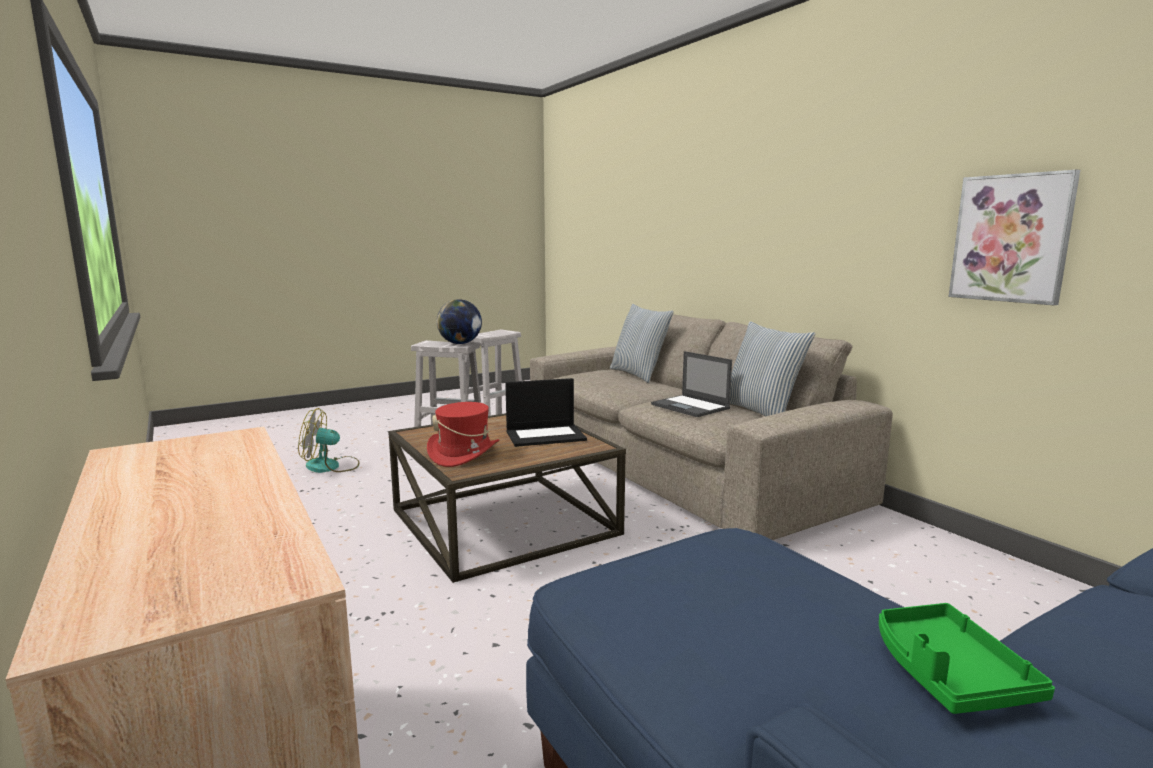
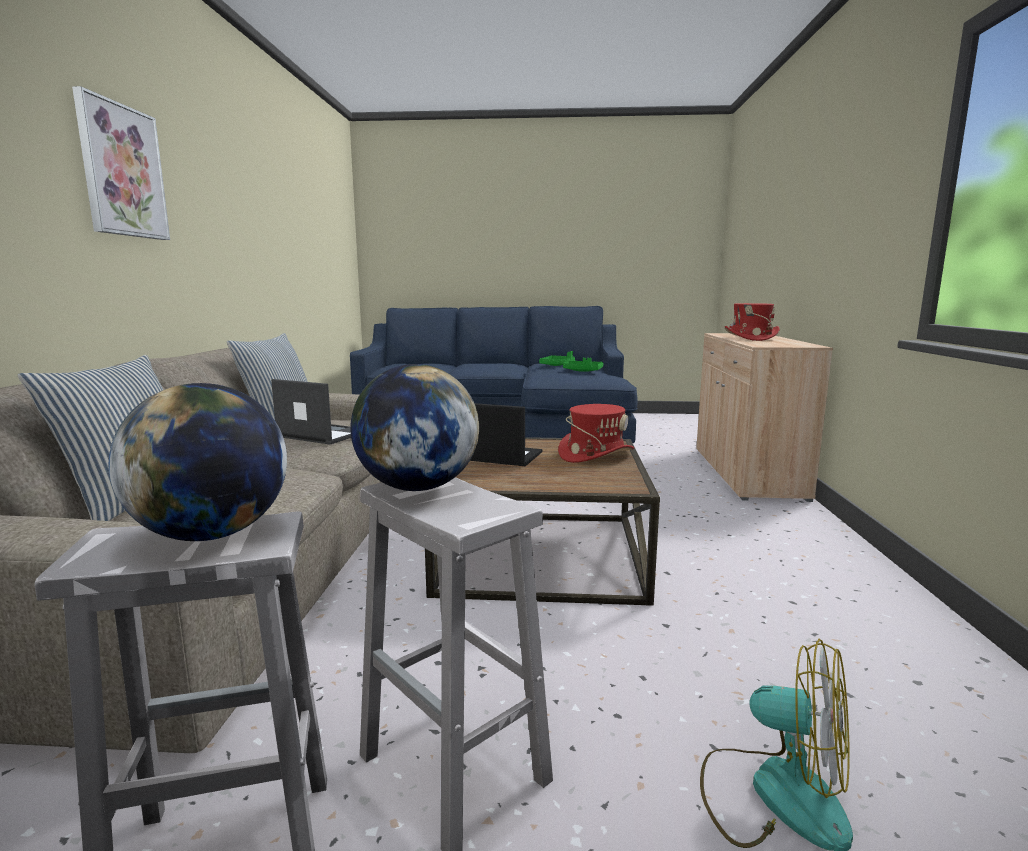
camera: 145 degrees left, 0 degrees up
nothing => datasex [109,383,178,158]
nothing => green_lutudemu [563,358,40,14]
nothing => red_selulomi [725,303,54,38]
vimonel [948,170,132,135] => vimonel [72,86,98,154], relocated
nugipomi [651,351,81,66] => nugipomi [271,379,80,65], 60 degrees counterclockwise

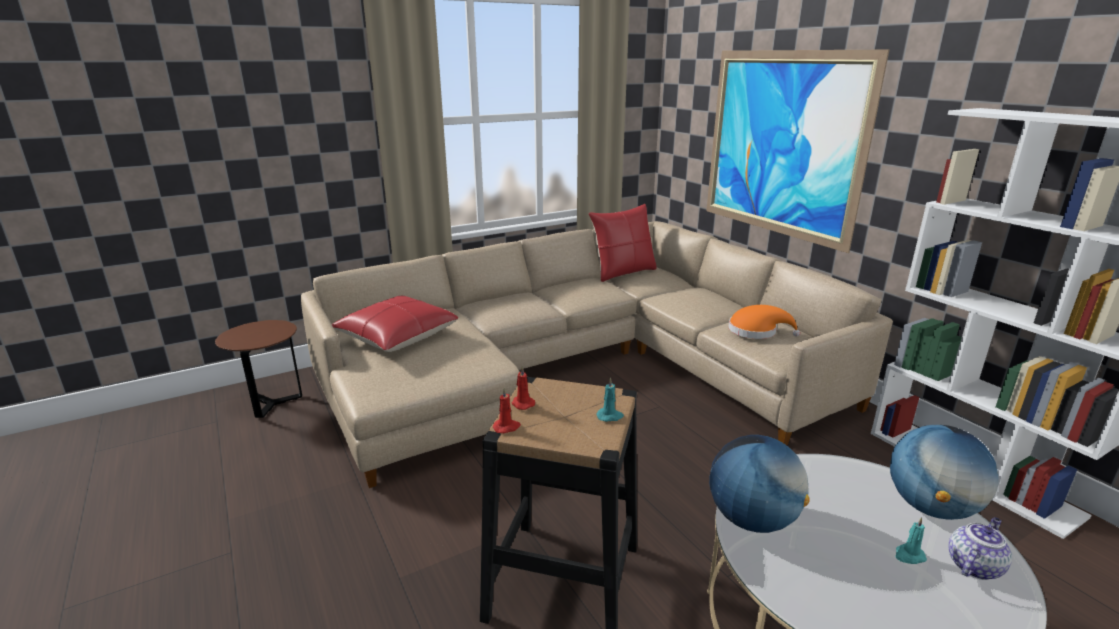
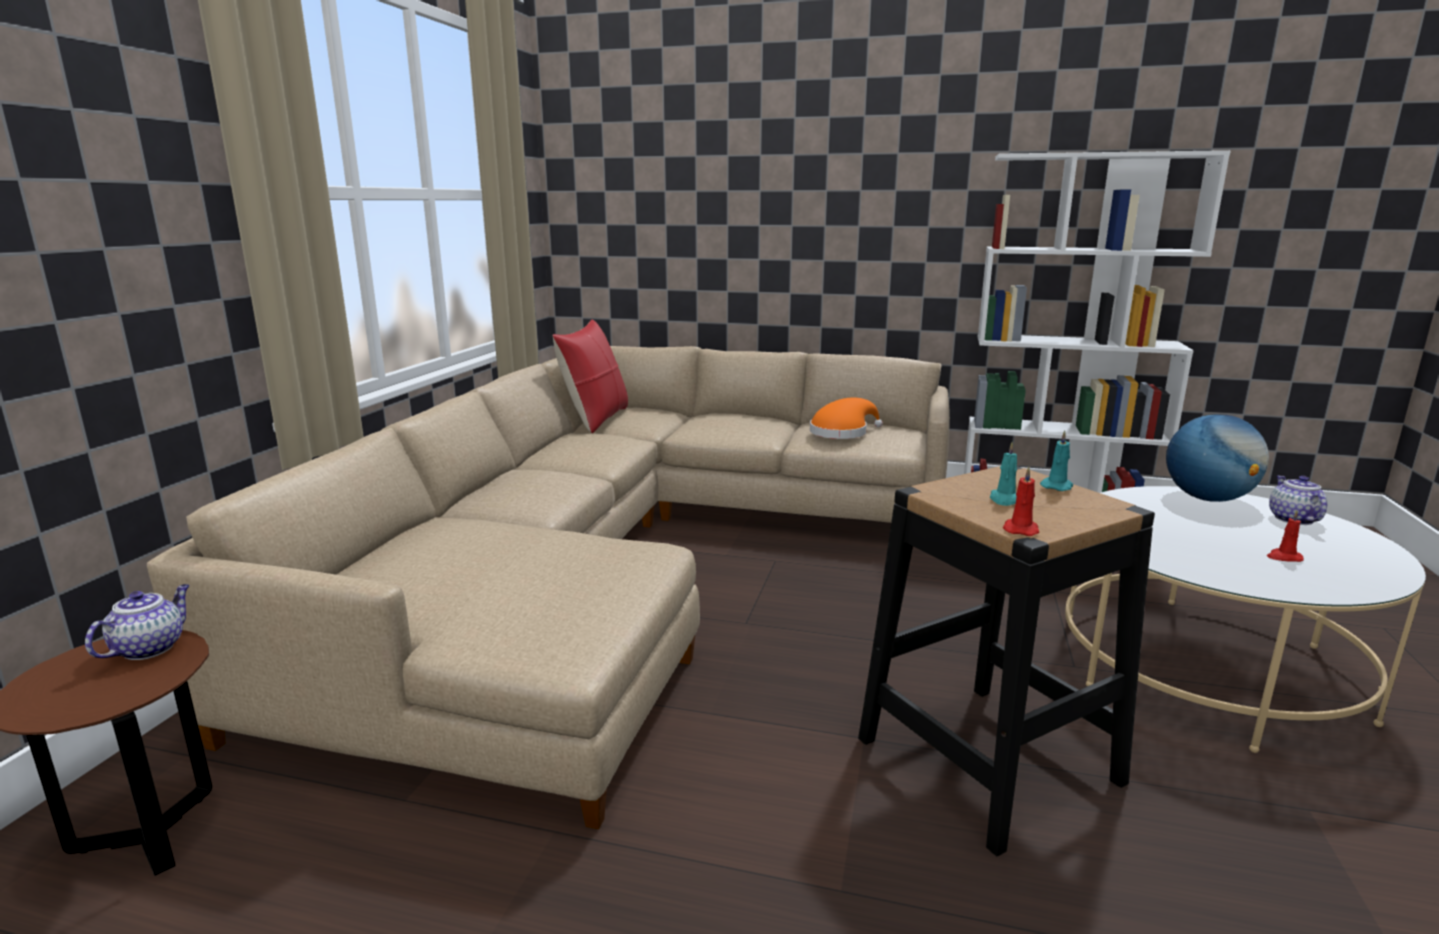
camera: 45 degrees left, 5 degrees down
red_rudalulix [332,296,127,56] => nothing
vimonel [706,50,183,203] => nothing
datasex [709,435,101,98] => nothing
nothing => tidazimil [85,584,105,76]
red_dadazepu [512,367,23,43] => red_dadazepu [1267,510,37,52], relocated
turquoise_dadazepu [895,517,32,47] => turquoise_dadazepu [990,442,27,64], relocated

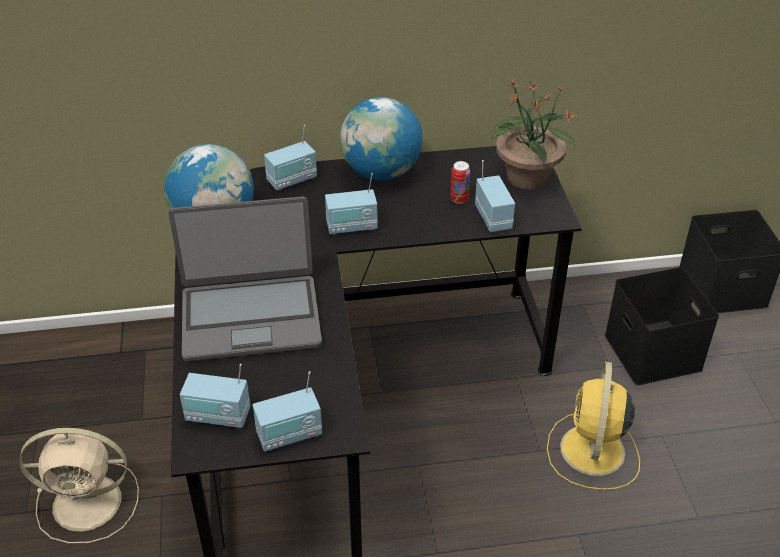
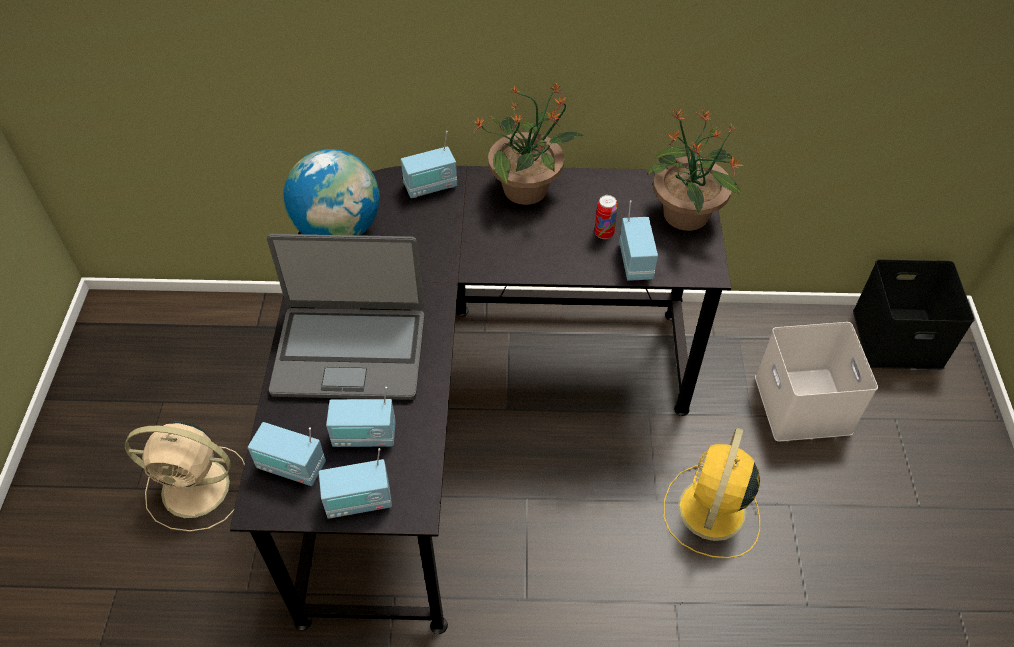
camera: 10 degrees right, 10 degrees up
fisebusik [325,173,53,62] => fisebusik [326,387,70,60], relocated
datasex [340,97,83,84] => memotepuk [473,83,111,122]
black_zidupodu [605,267,114,118] => white_zidupodu [755,322,123,120]

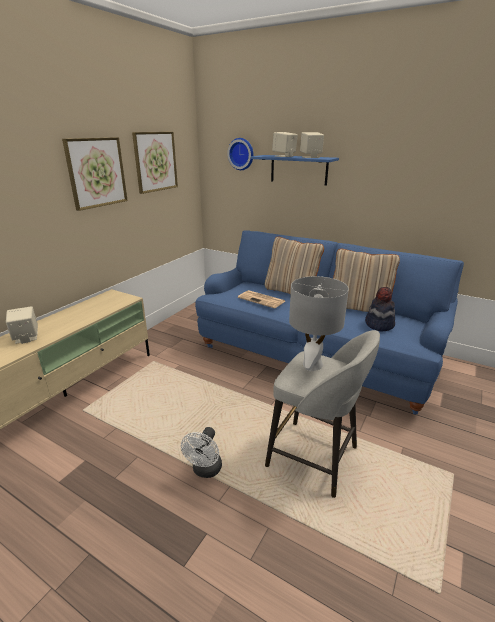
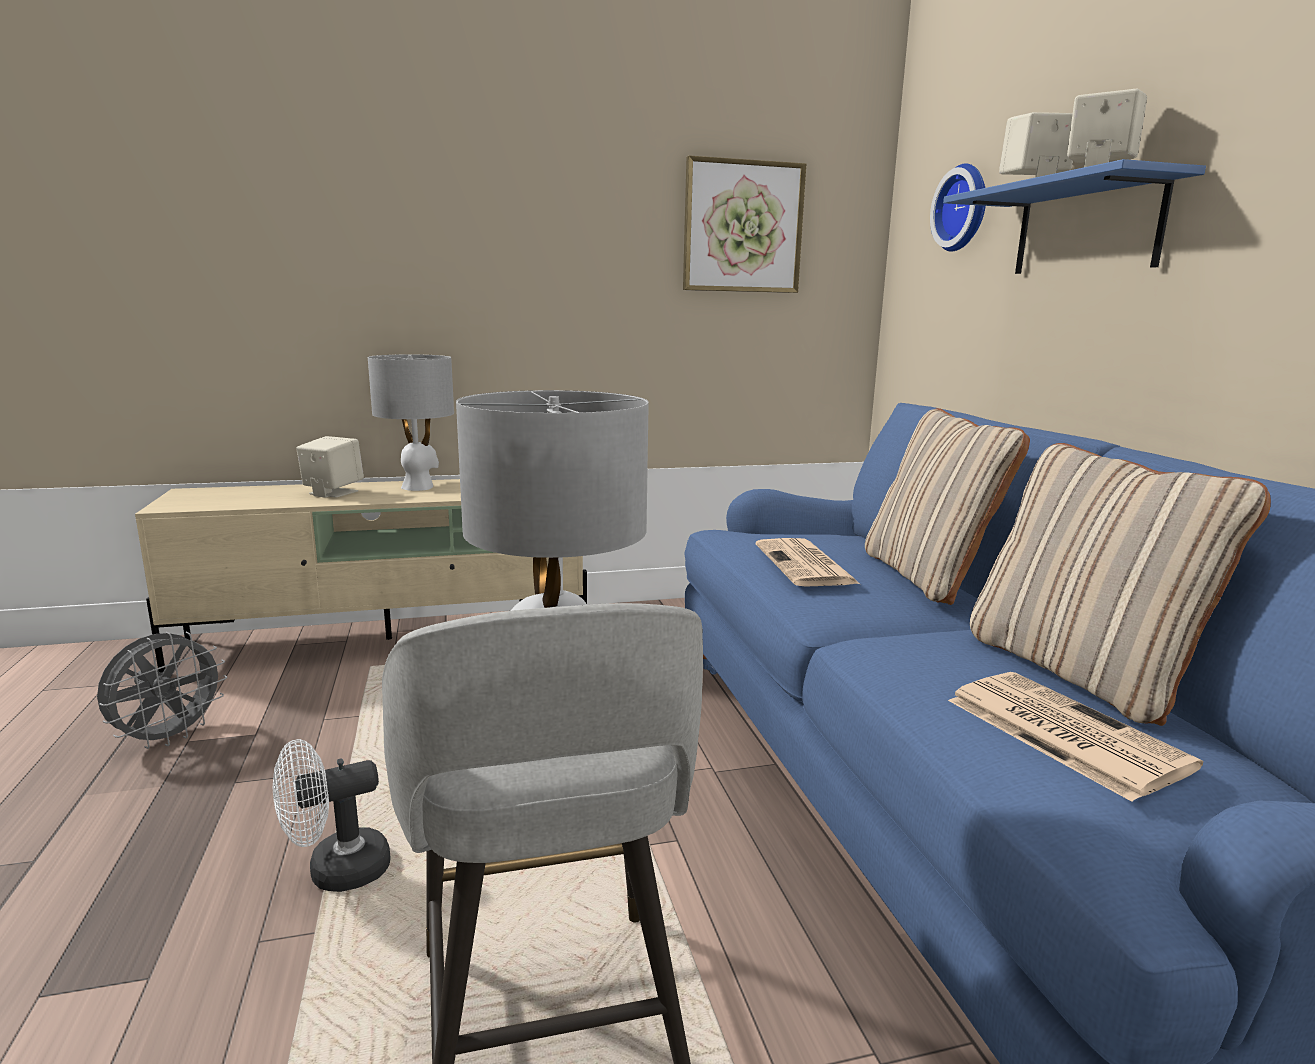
camera: 45 degrees right, 10 degrees down
vimonel [62,137,66,74] => nothing
nothing => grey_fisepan [97,632,130,117]
nothing => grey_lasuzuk [368,354,86,137]
selulomi [365,287,30,44] => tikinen [948,672,255,130]

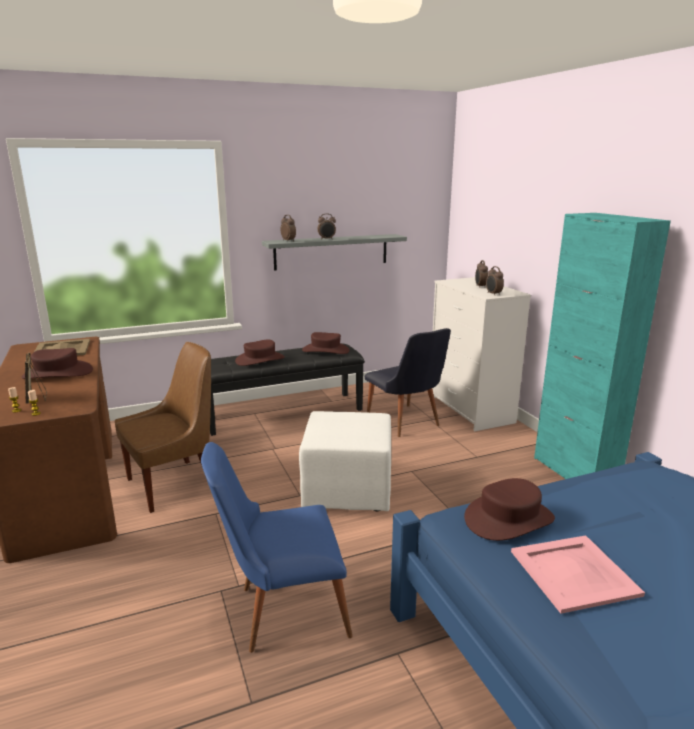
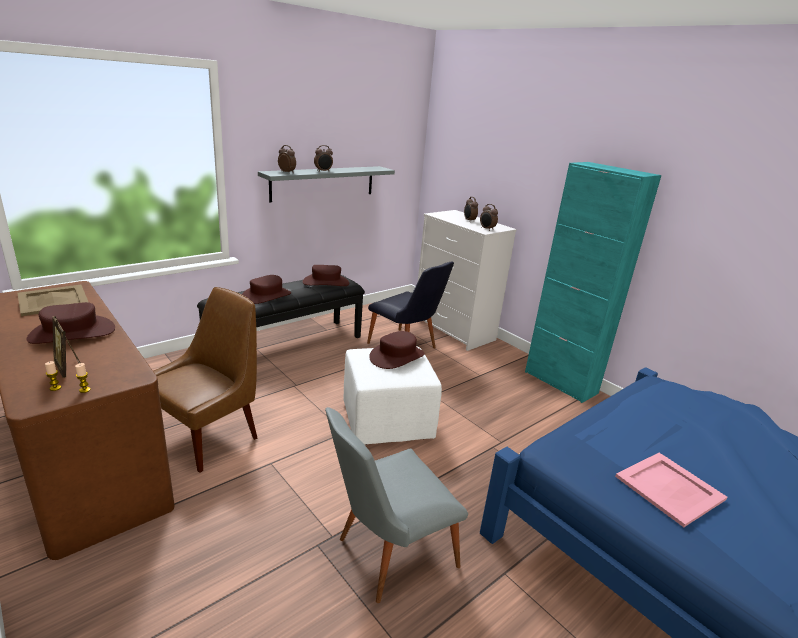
camera: 20 degrees left, 5 degrees up
brown_selulomi [464,478,91,63] => brown_selulomi [369,331,56,38], relocated
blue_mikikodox [201,442,151,211] => grey_mikikodox [325,407,143,196]

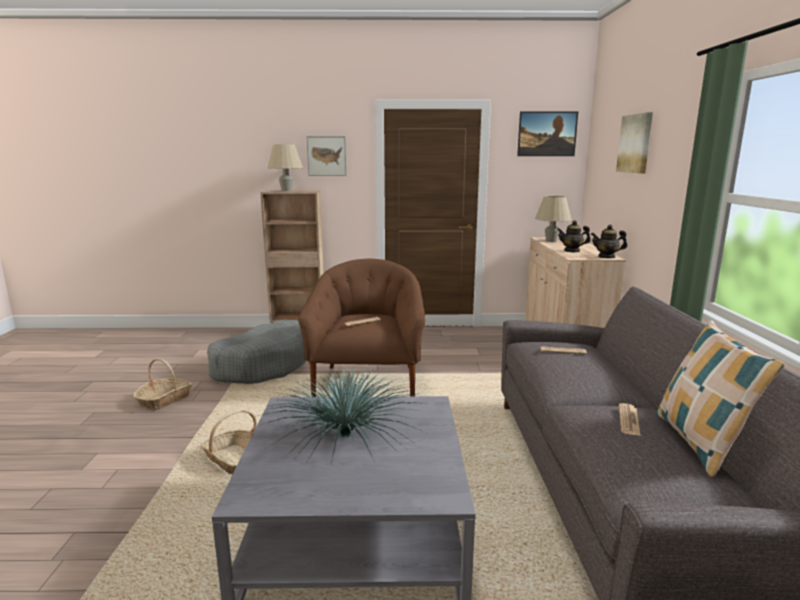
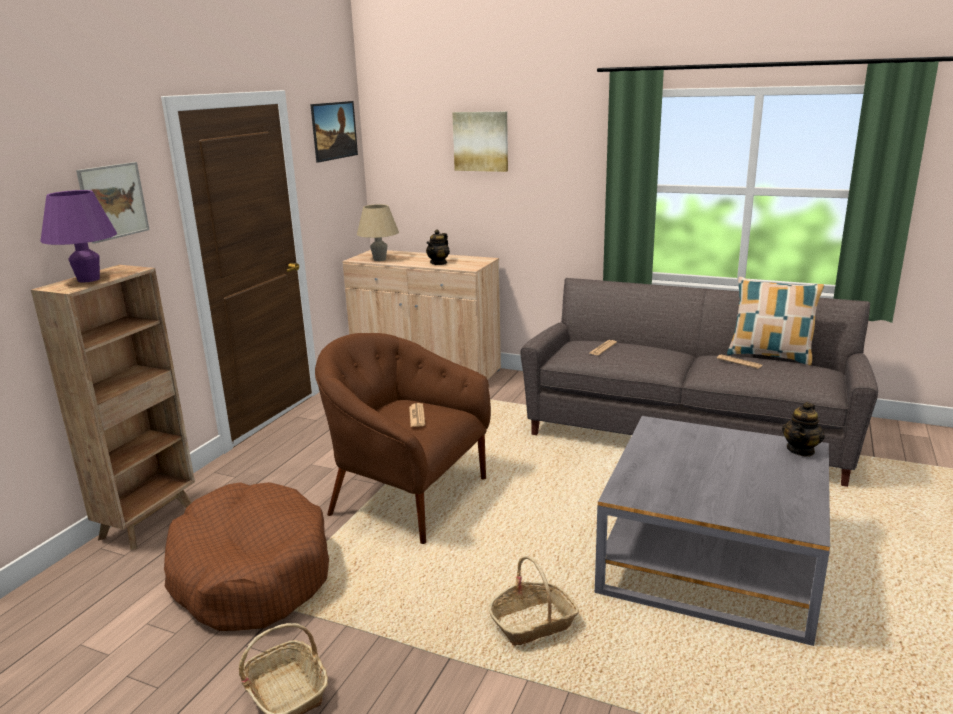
camera: 65 degrees left, 5 degrees up
memotepuk [258,367,172,98] => nothing
tidazimil [591,224,36,35] => tidazimil [782,402,43,55], relocated
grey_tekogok [207,320,100,64] => brown_tekogok [164,482,165,149]
beige_lasuzuk [267,144,36,47] => purple_lasuzuk [40,190,77,92]

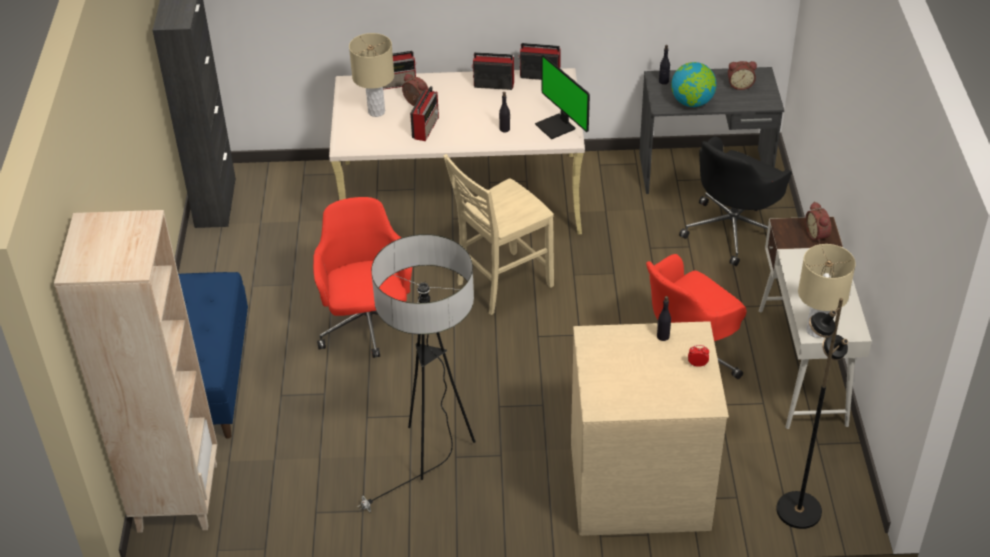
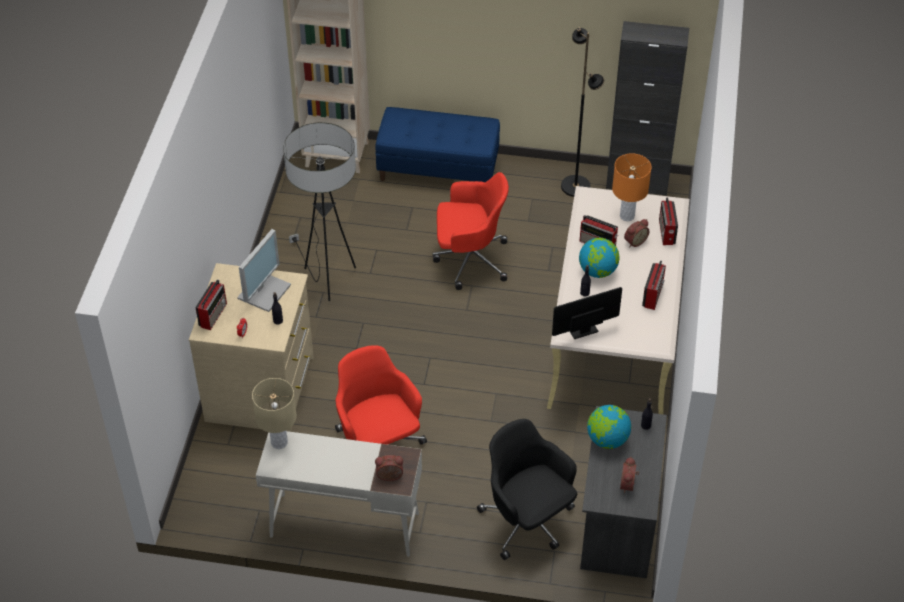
camera: 100 degrees right, 5 degrees up
beige_mikikodox [443,154,111,161] => nothing
nothing => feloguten [237,229,54,83]
nothing => datasex [579,238,40,40]
fisebusik [518,43,43,37] => fisebusik [195,279,32,51], relocated
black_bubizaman [776,298,72,231] => black_bubizaman [561,28,43,169], relocated
beige_lasuzuk [349,33,45,84] => orange_lasuzuk [612,153,40,68]

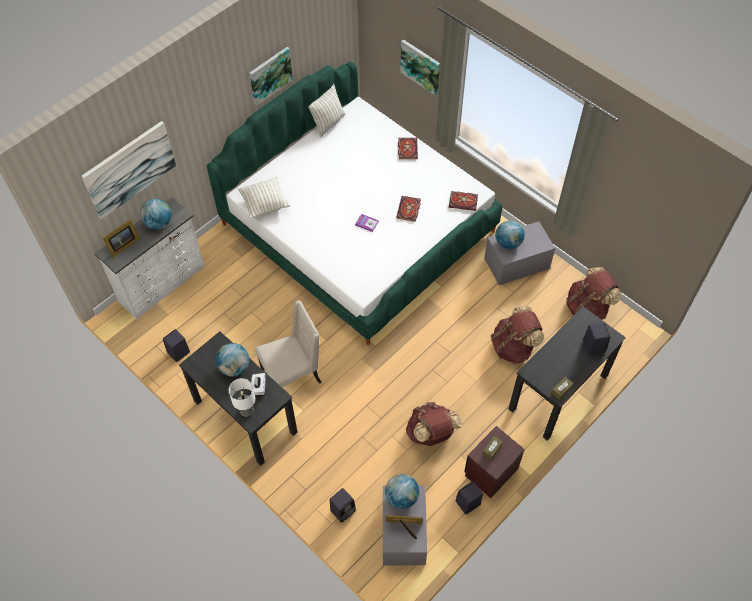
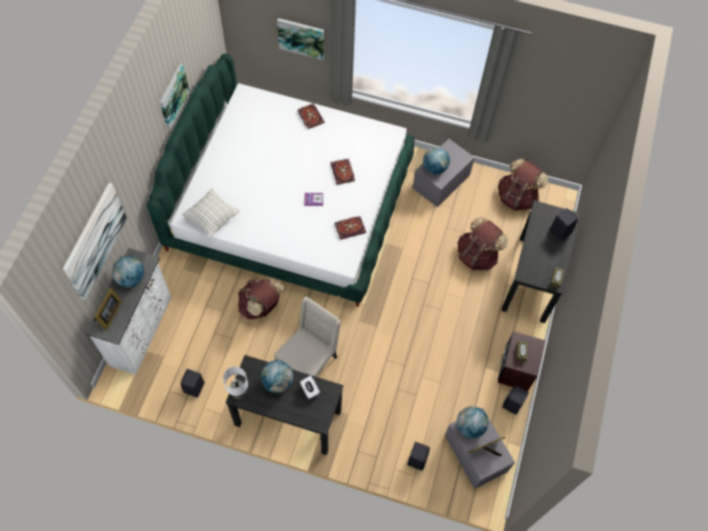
camera: 30 degrees left, 5 degrees up
rudalulix [308,84,37,53] => nothing
lasuzuk [229,378,27,38] => lasuzuk [223,367,25,32], relocated
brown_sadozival [406,402,56,44] => brown_sadozival [238,279,47,40], relocated
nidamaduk [449,191,29,20] => nidamaduk [335,216,31,24], relocated

